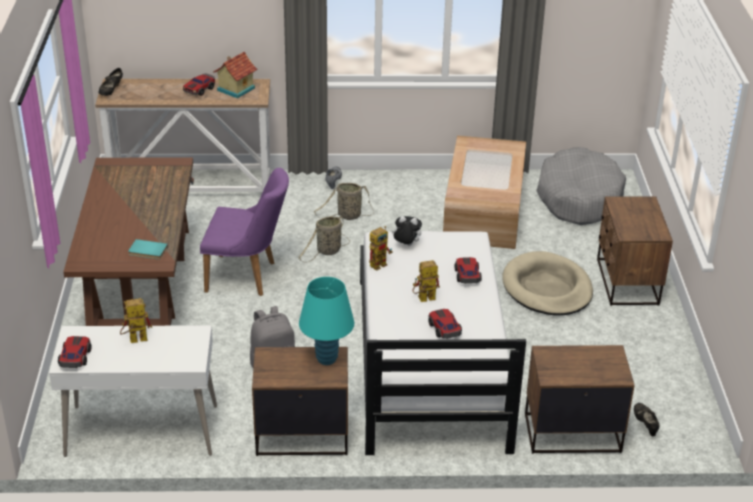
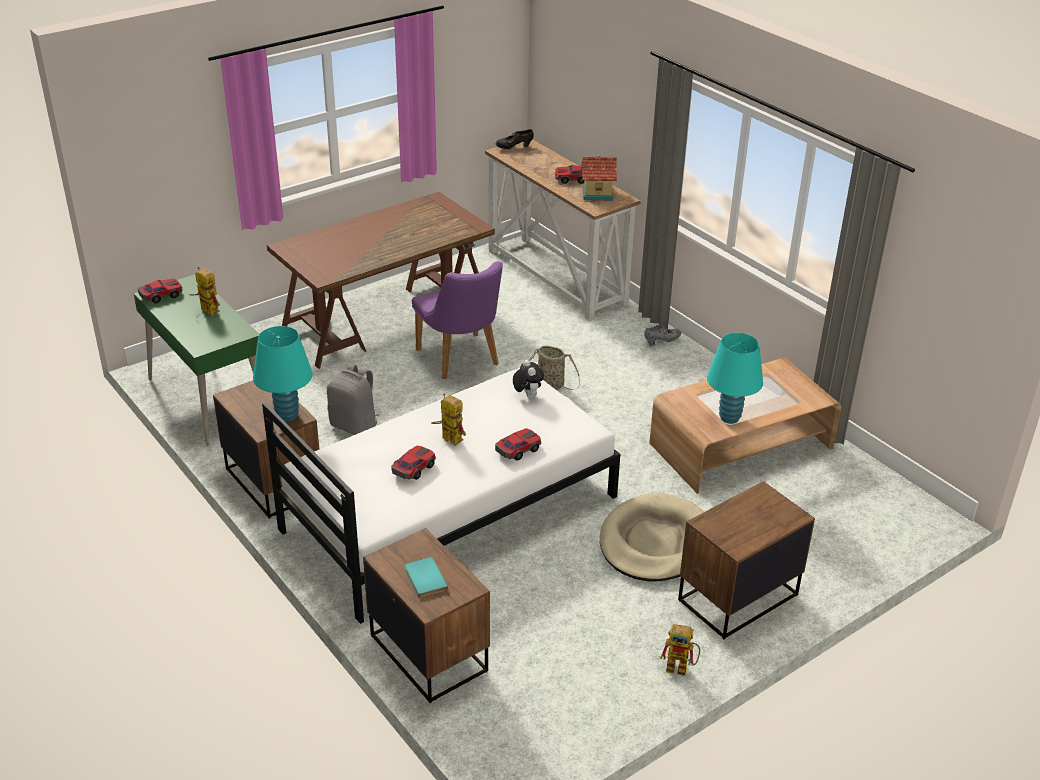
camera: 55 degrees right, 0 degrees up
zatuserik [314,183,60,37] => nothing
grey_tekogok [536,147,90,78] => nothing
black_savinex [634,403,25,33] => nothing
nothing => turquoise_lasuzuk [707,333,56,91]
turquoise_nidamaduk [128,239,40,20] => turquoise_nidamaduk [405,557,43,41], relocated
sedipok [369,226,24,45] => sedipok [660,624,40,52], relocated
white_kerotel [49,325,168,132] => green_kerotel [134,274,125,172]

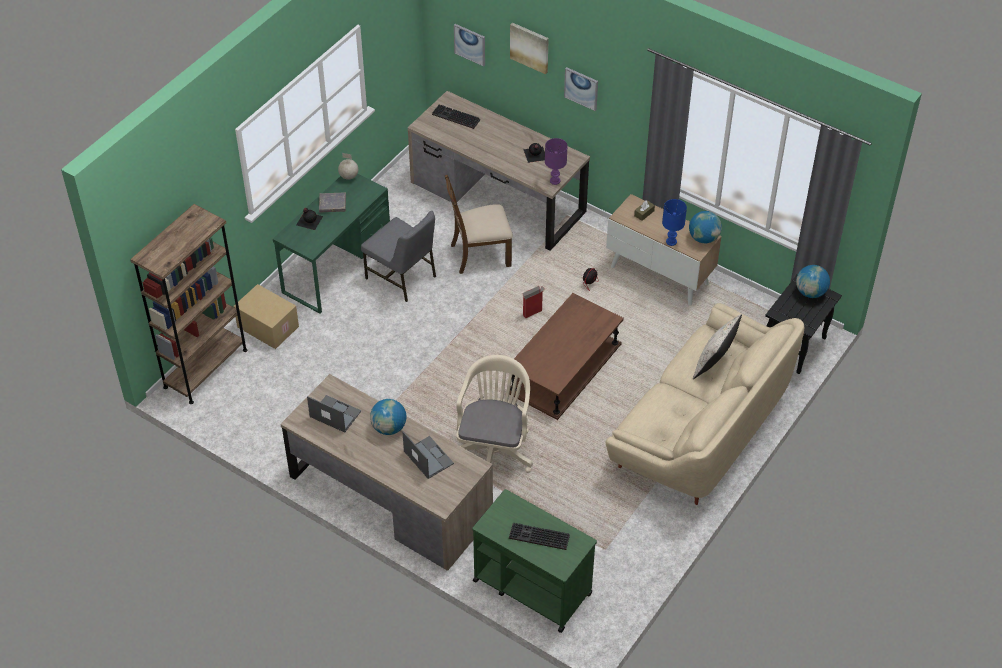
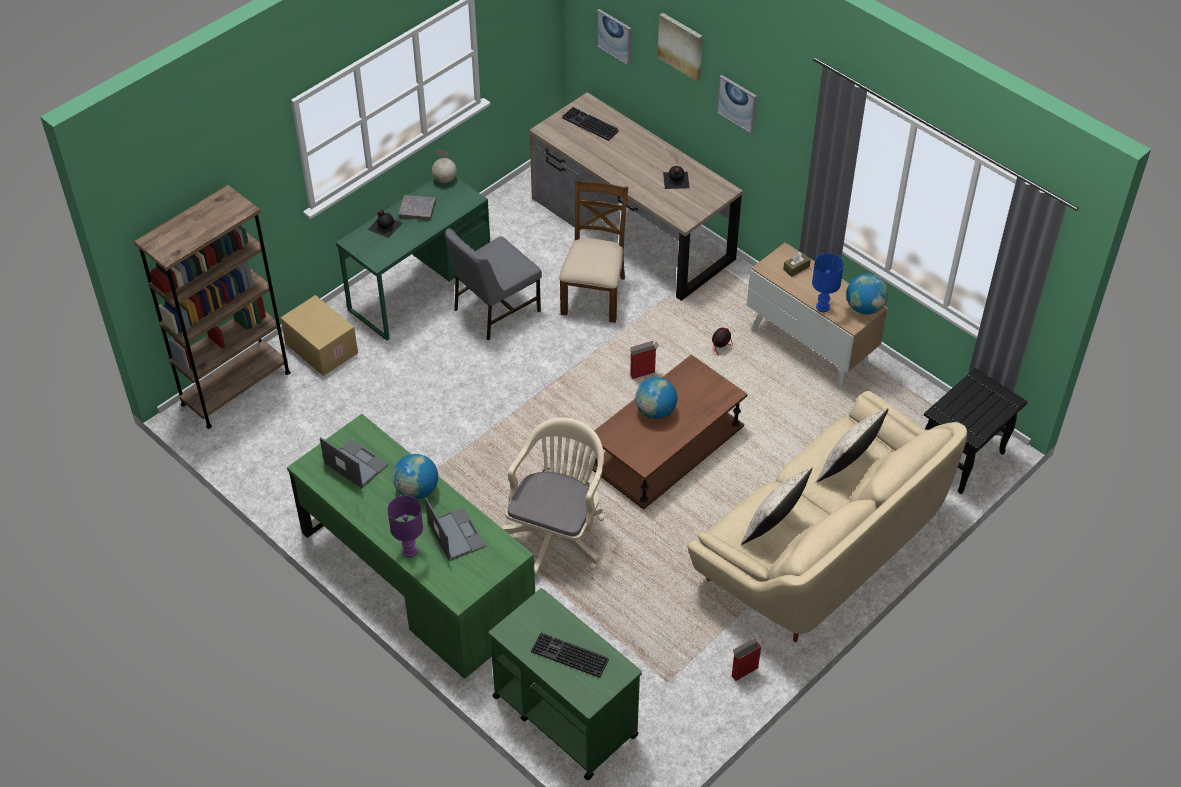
camera: 10 degrees right, 0 degrees up
nothing => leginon [732,637,32,44]
nothing => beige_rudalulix [741,467,71,78]
purple_lasuzuk [545,138,23,47] => purple_lasuzuk [387,496,36,61], relocated
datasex [796,265,34,33] => datasex [635,377,42,42], relocated
brown_kerotel [280,374,213,197] => green_kerotel [287,414,248,265]
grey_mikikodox [361,211,75,91] => grey_mikikodox [445,228,97,112], 90 degrees clockwise
brown_mikikodox [445,175,68,99] => brown_mikikodox [559,180,69,143], 105 degrees clockwise

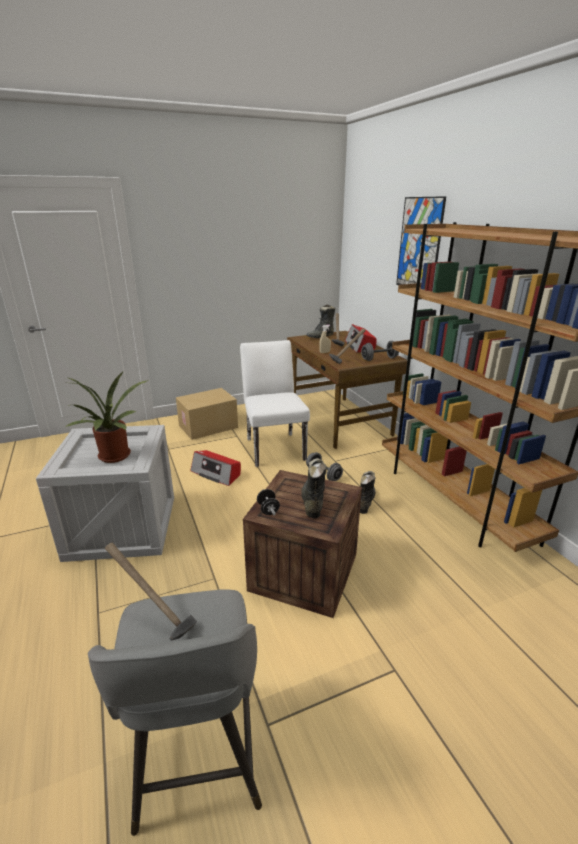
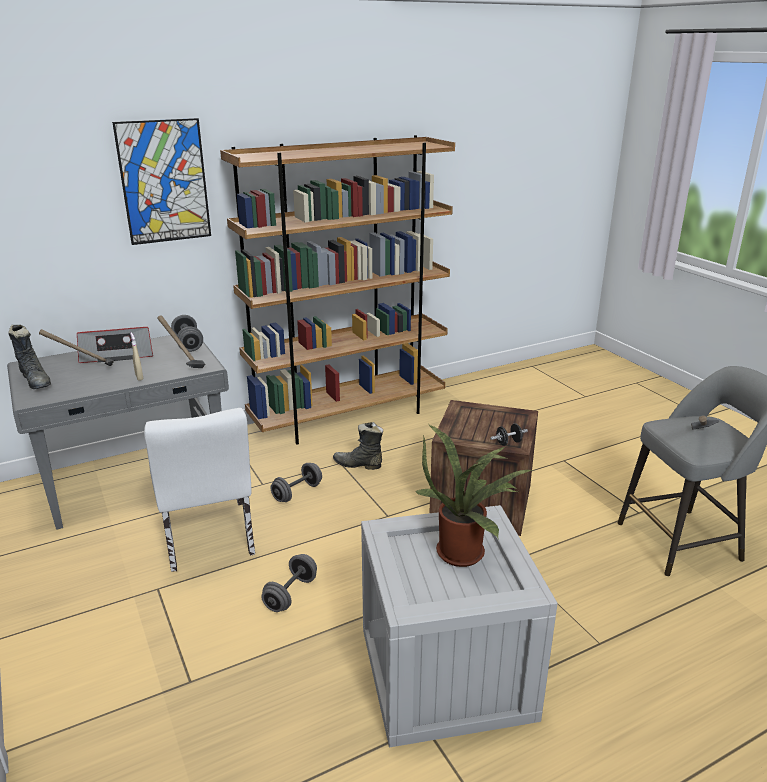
camera: 95 degrees left, 0 degrees up
leginon [176,388,62,52] => nothing
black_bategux [301,458,26,60] => nothing
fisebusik [190,450,51,36] => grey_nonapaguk [261,554,56,58]
brown_kerotel [287,331,120,118] => grey_kerotel [7,335,222,195]
white_mikikodox [240,340,70,127] => white_mikikodox [144,408,111,164], 90 degrees counterclockwise

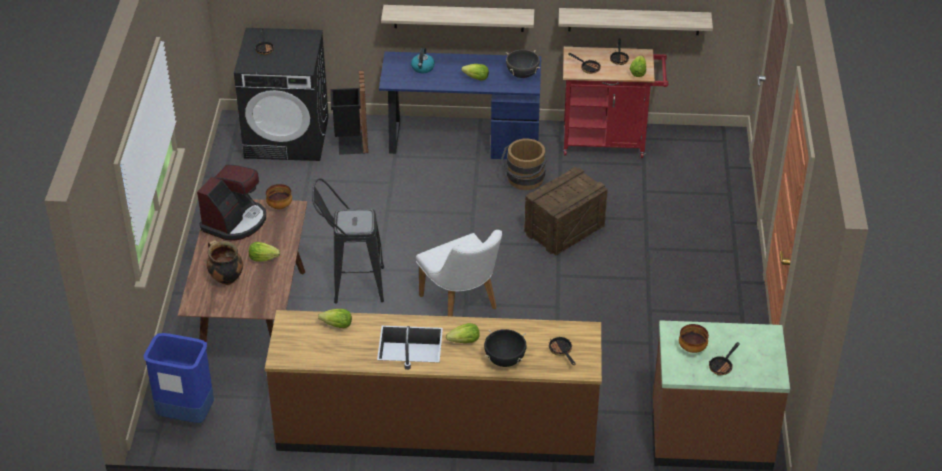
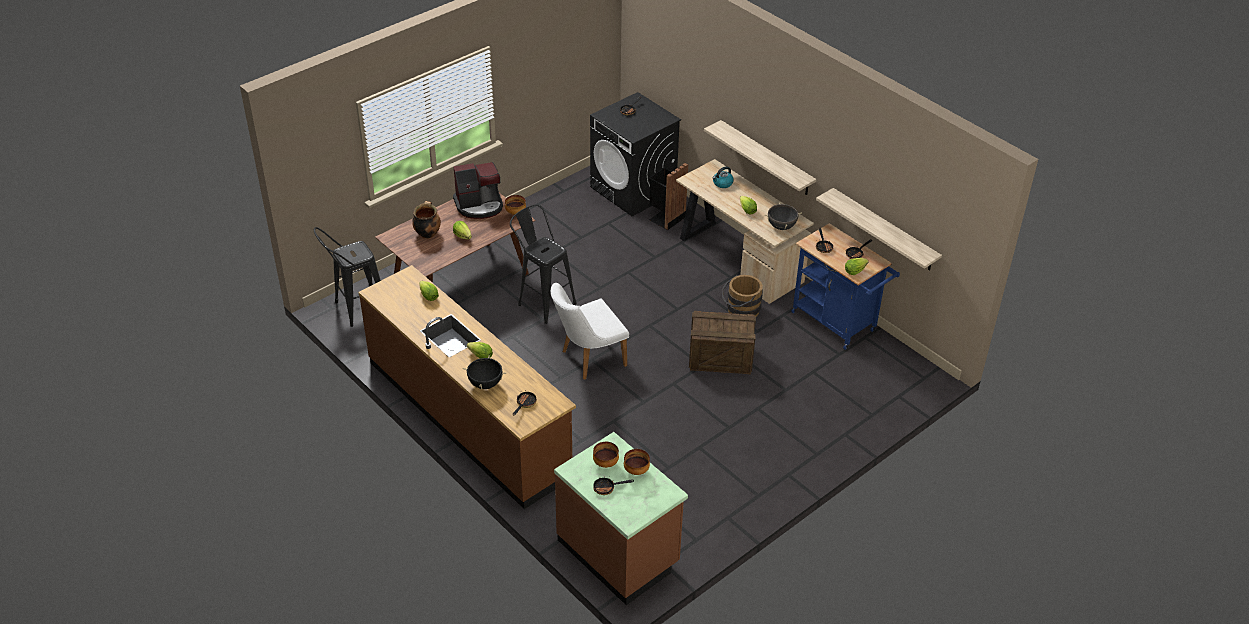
camera: 45 degrees right, 0 degrees up
nothing => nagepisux [624,449,26,26]
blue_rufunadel [144,333,70,90] => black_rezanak [314,227,67,100]
blue_kerotel [379,52,162,107] => beige_kerotel [676,159,138,145]
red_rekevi [563,47,105,111] => blue_rekevi [791,223,109,127]
white_mikikodox [416,230,86,87] => white_mikikodox [551,283,78,97], 45 degrees clockwise

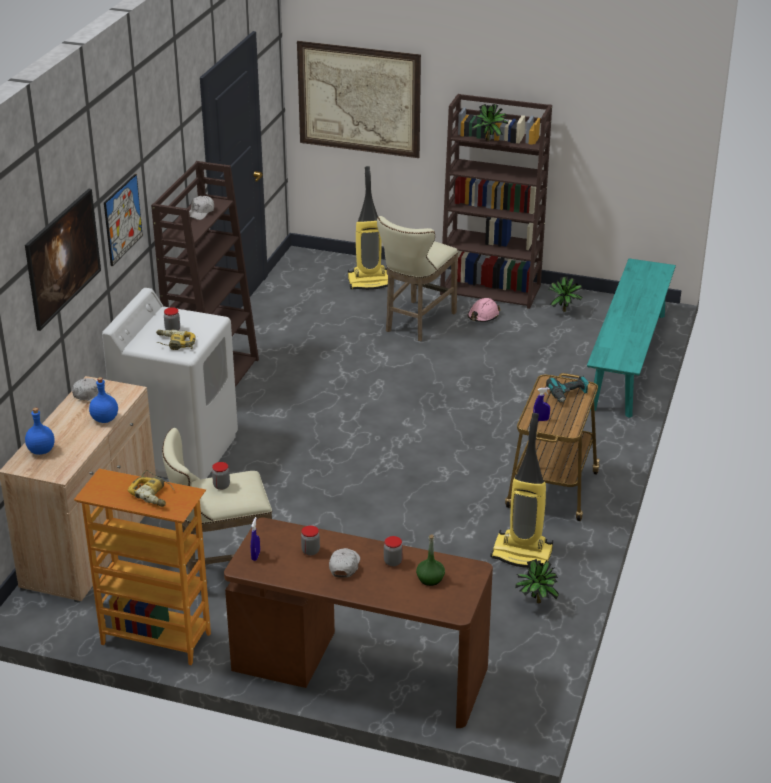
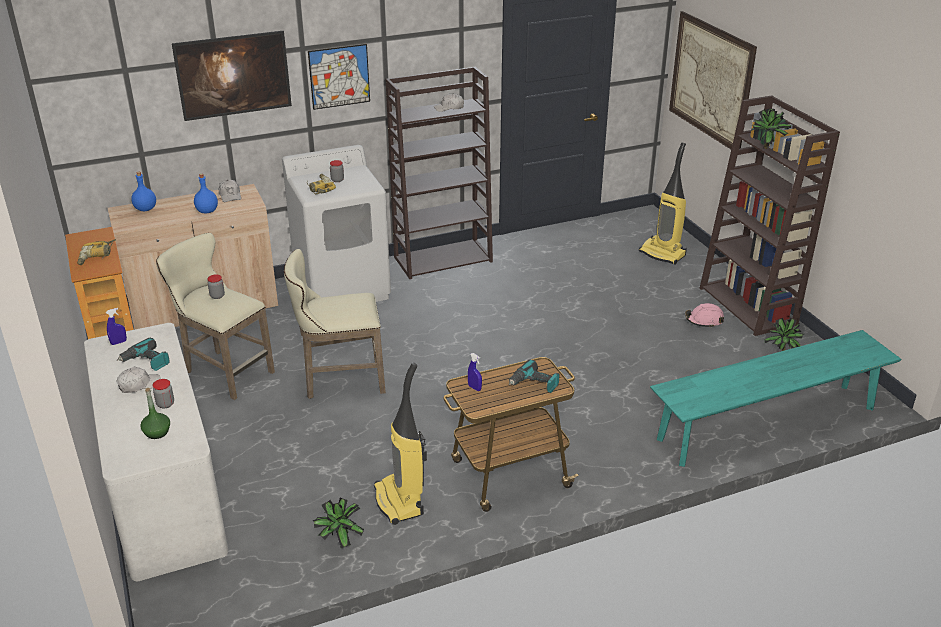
camera: 50 degrees right, 0 degrees up
beige_rezanak [377,216,81,125] => beige_rezanak [284,249,102,150], relocated
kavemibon [301,526,19,30] => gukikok [117,338,52,33]
brown_kerotel [224,517,269,211] => white_kerotel [84,323,144,258]

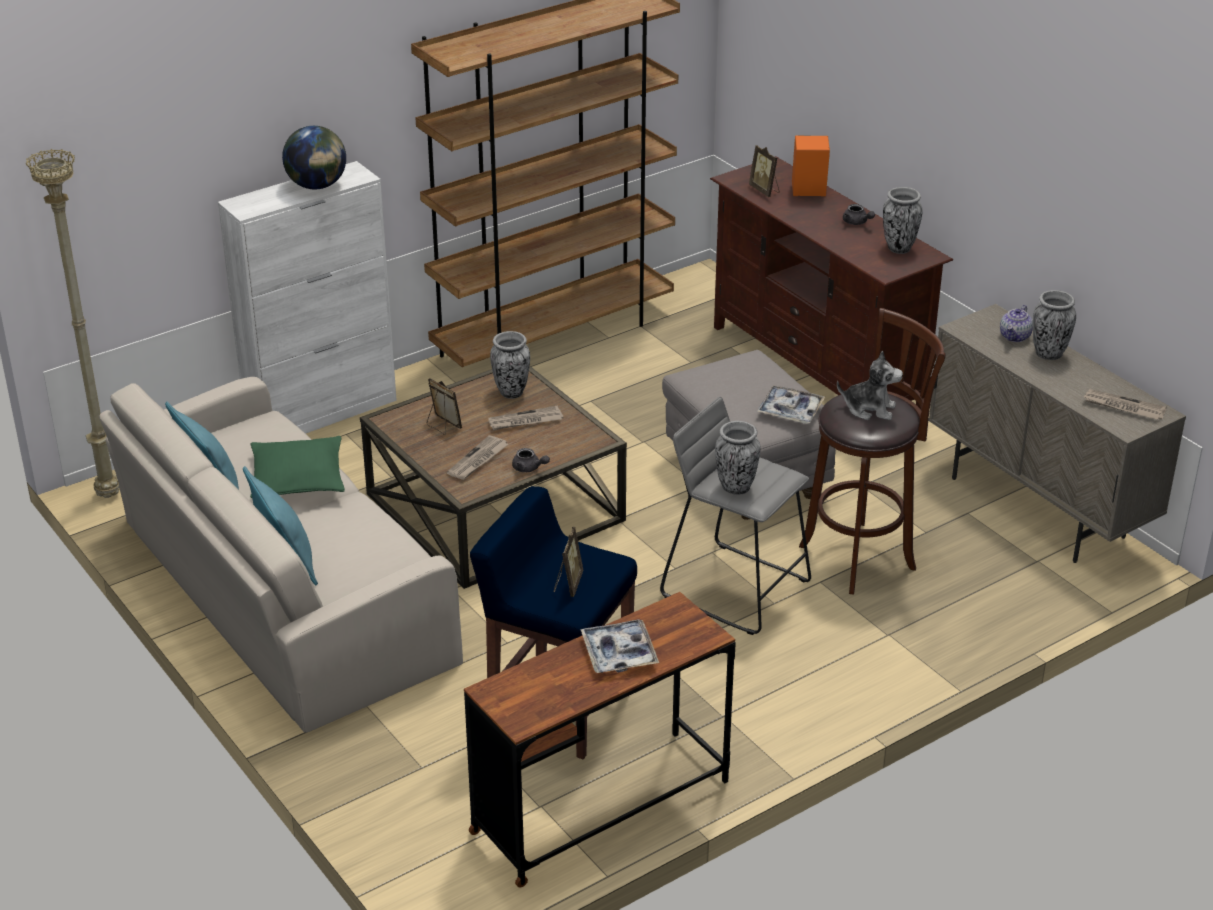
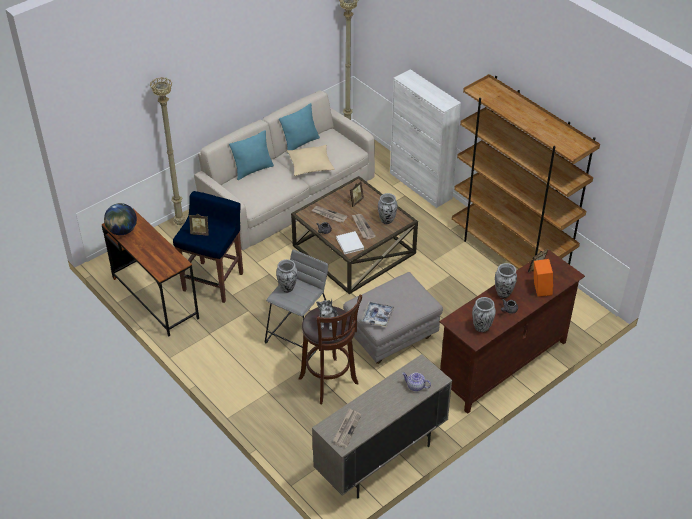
camera: 85 degrees right, 10 degrees up
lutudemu [580,619,79,54] => nothing
nothing => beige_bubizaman [150,77,36,148]
nothing => white_nidamaduk [336,231,28,23]
datasex [282,126,64,63] => datasex [104,203,33,32], relocated
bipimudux [1033,290,43,70] => bipimudux [495,263,22,35], relocated
green_rudalulix [250,436,95,62] => beige_rudalulix [287,145,48,31]

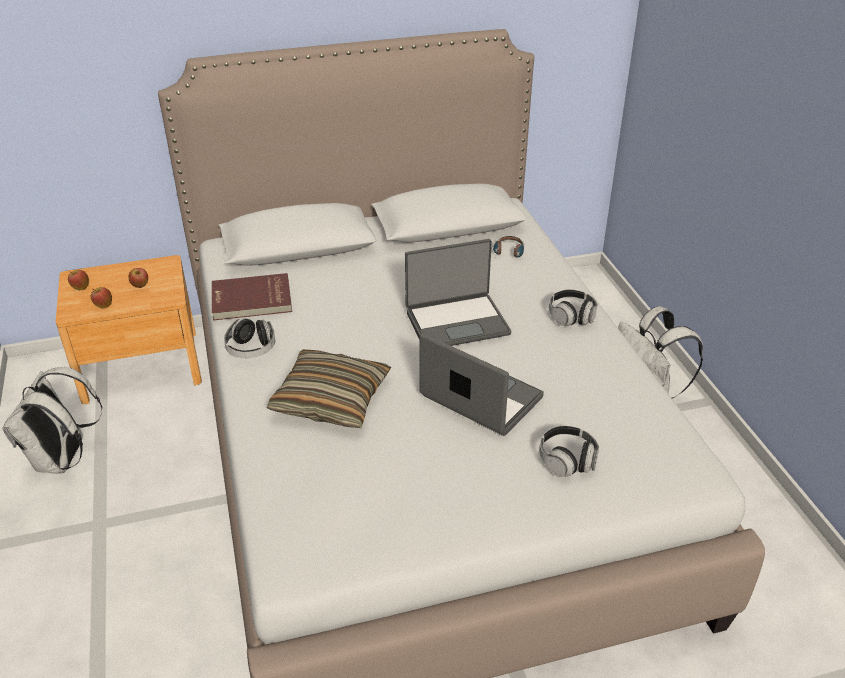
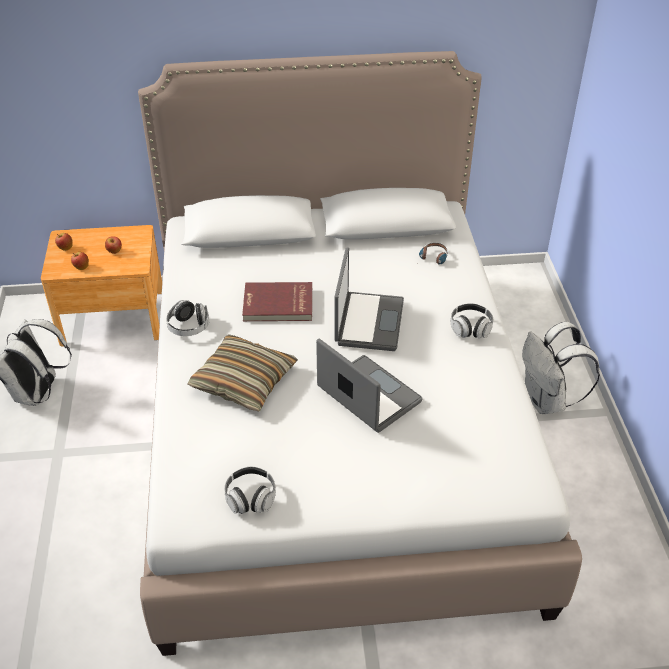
camera: 10 degrees right, 5 degrees up
red_nidamaduk [212,273,80,47] => red_nidamaduk [242,282,70,39], relocated
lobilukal [539,426,60,51] => lobilukal [224,467,52,47], relocated
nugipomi [405,239,106,107] => nugipomi [334,247,70,104], 75 degrees counterclockwise

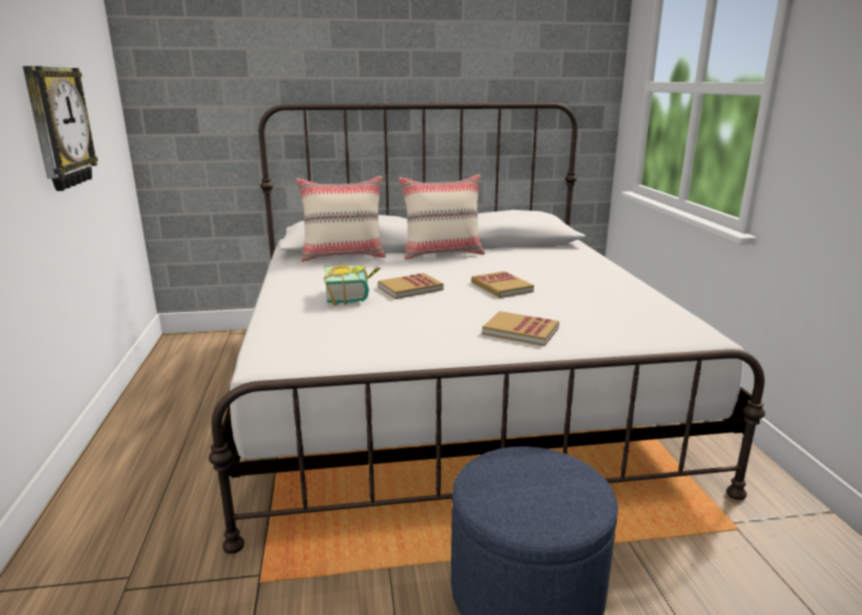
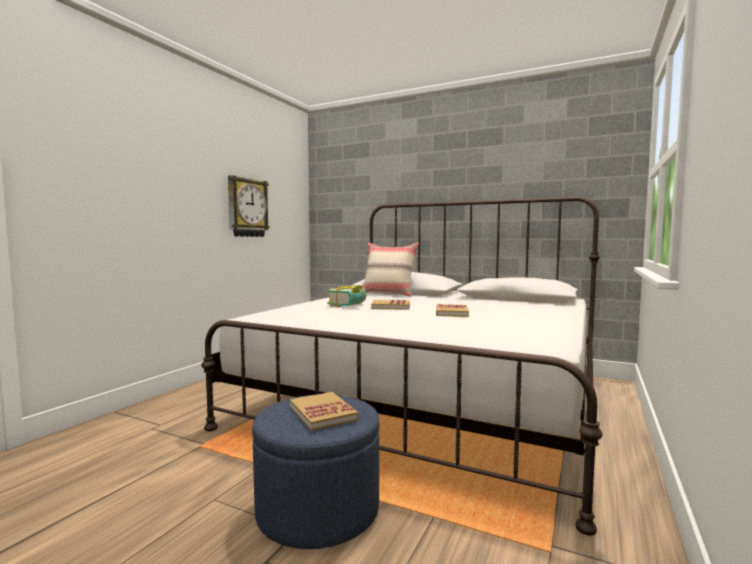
camera: 35 degrees right, 15 degrees down
beige_rudalulix [399,174,86,86] => nothing
nidamaduk [482,311,77,35] => nidamaduk [290,392,69,39], relocated

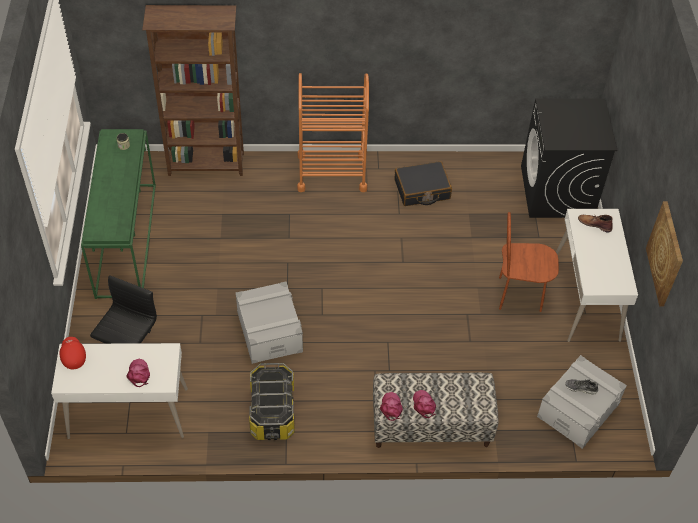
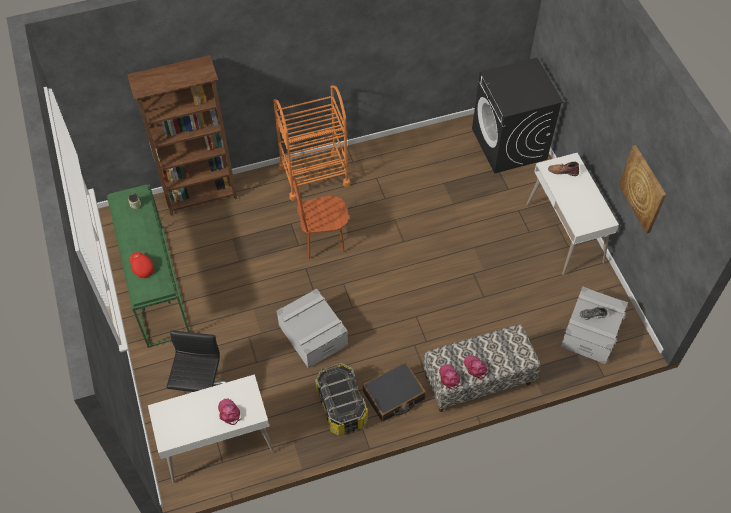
camera: 15 degrees left, 5 degrees up
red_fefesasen [60,337,26,32] => red_fefesasen [130,252,24,26], relocated
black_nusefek [395,161,57,45] => black_nusefek [363,362,63,60], relocated
brown_mikikodox [499,212,60,100] => brown_mikikodox [293,178,56,81], relocated

